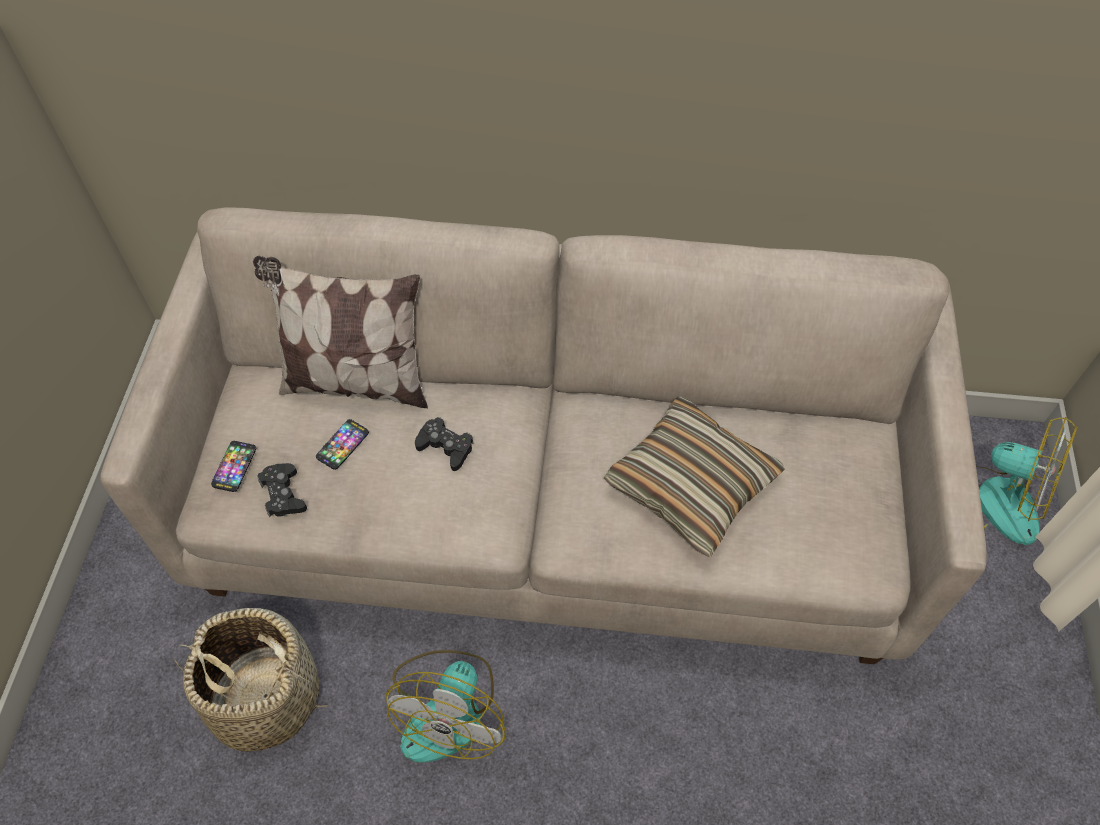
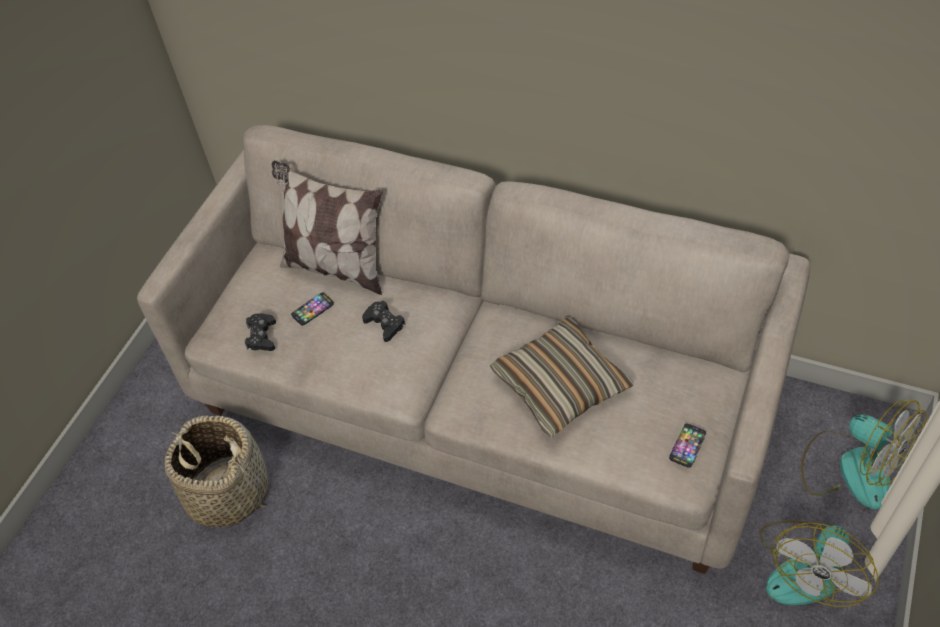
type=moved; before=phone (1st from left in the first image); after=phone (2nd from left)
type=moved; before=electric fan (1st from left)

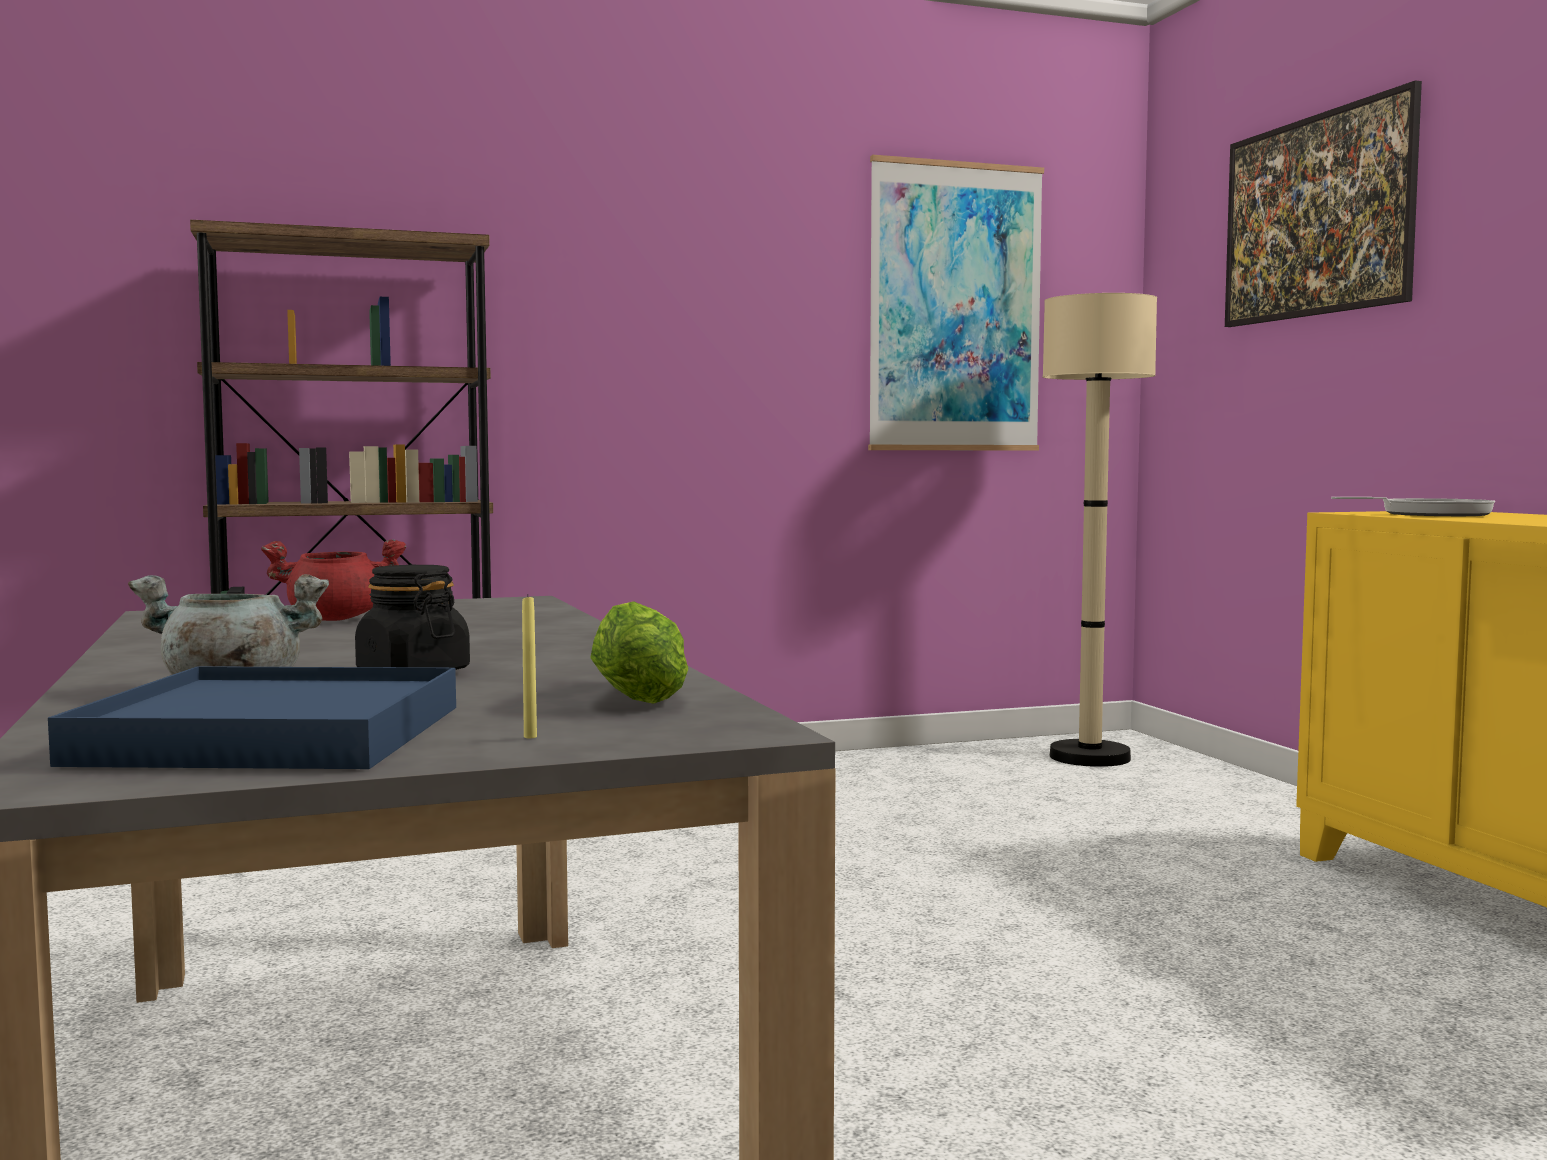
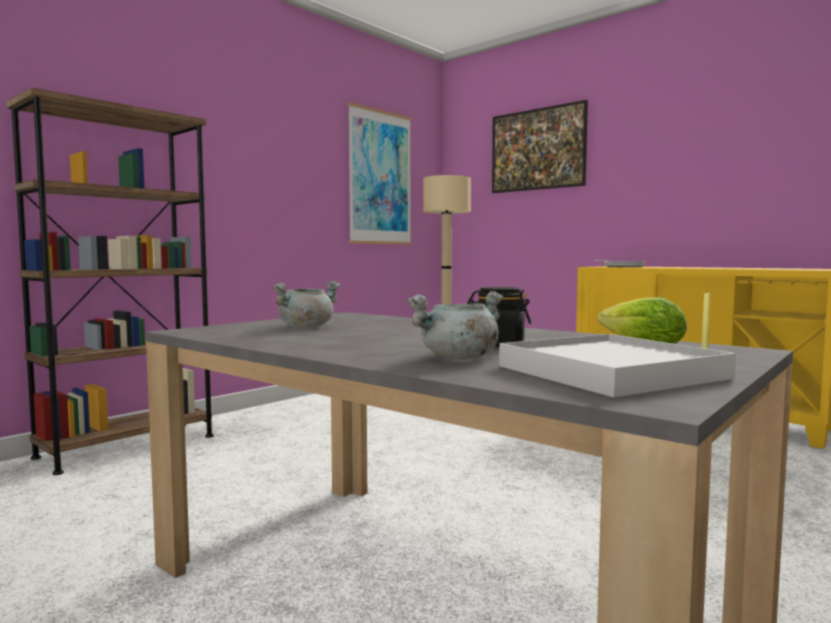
type=recoloured; before=saucepot/reddish; after=saucepot/gray (1st from left)
type=recoloured; before=serving tray/blue; after=serving tray/white-coloured

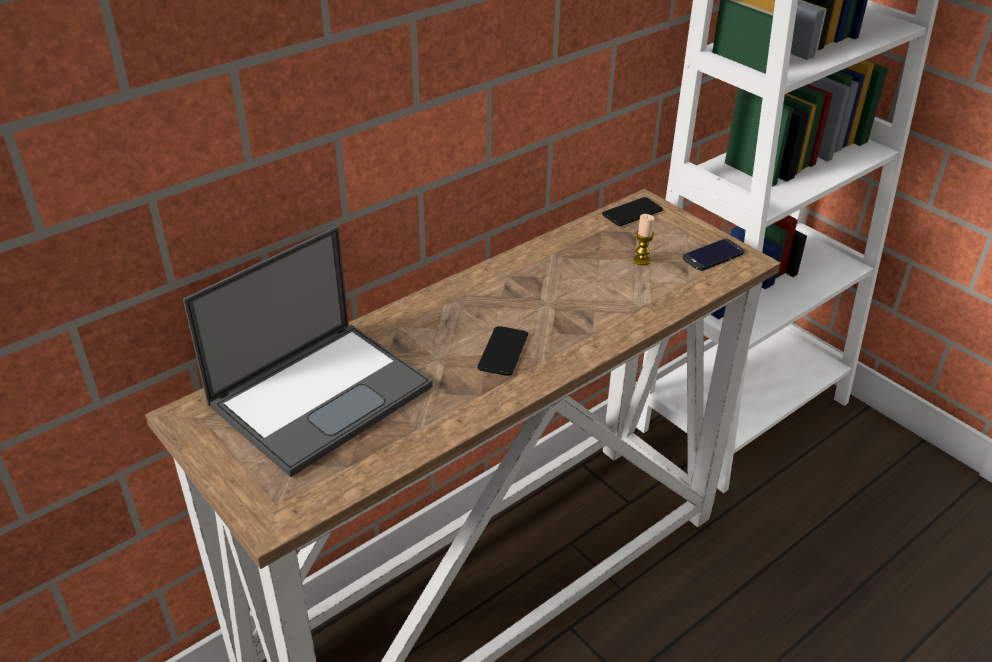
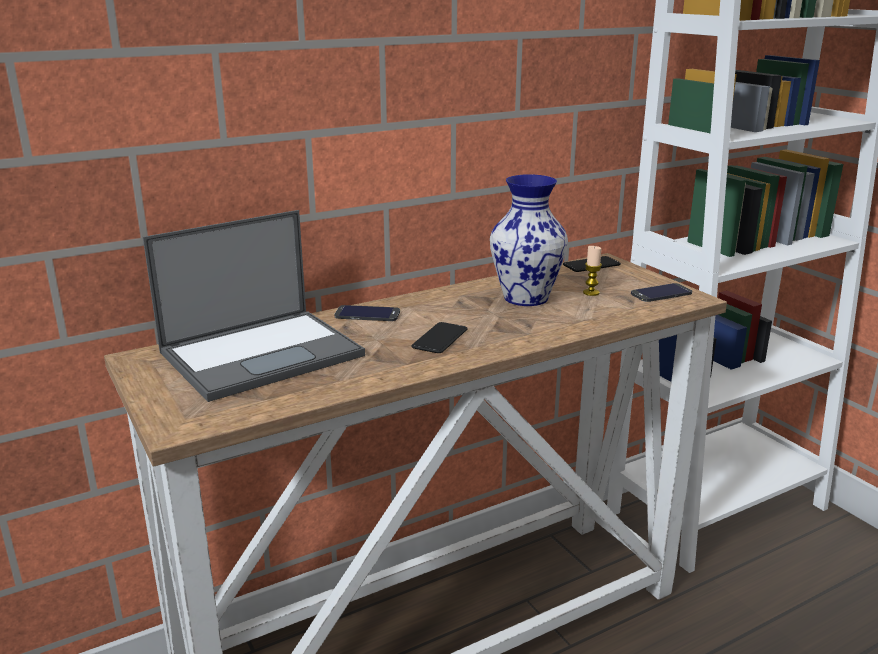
type=added; after=decorative vase
type=added; after=phone (1st from left)

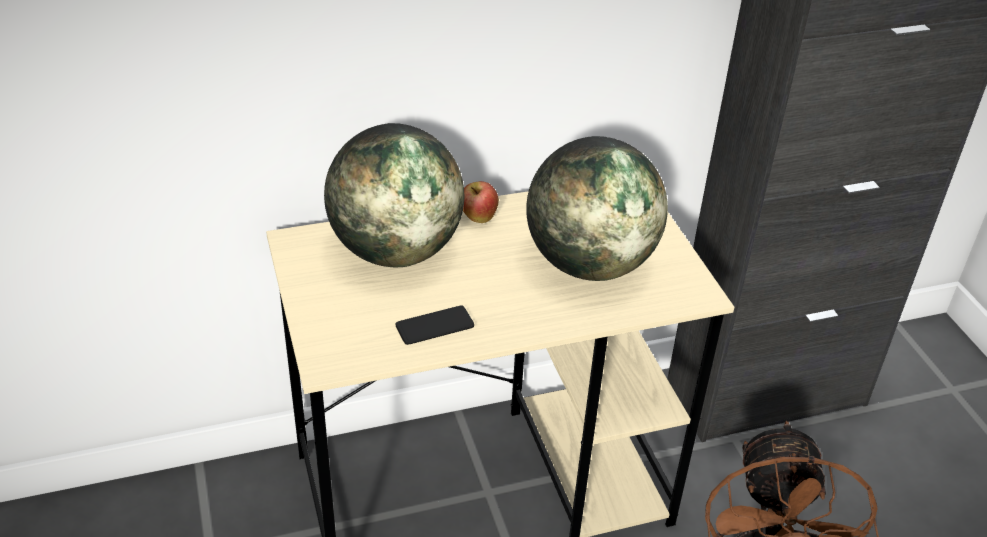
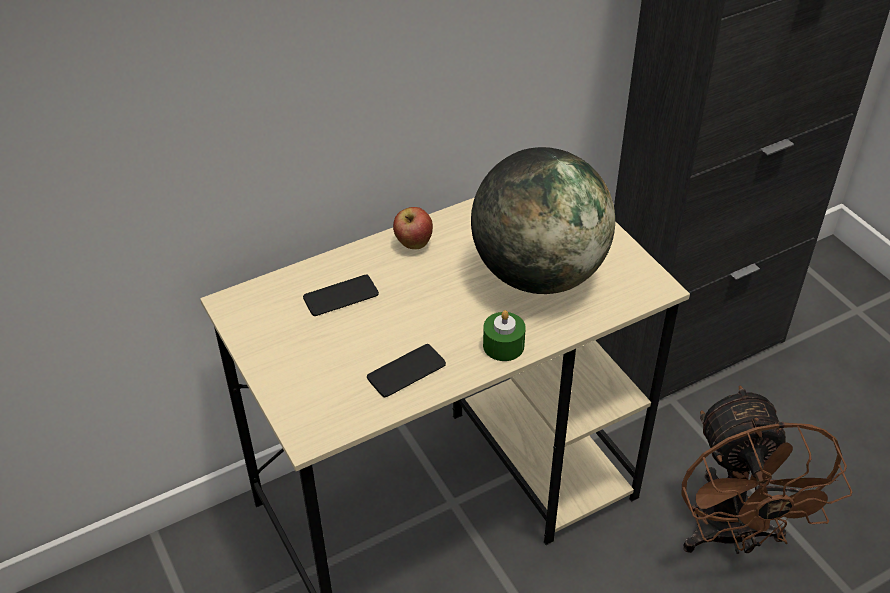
type=replaced; before=globe (1st from left); after=phone (1st from left)
type=added; after=wax light/green

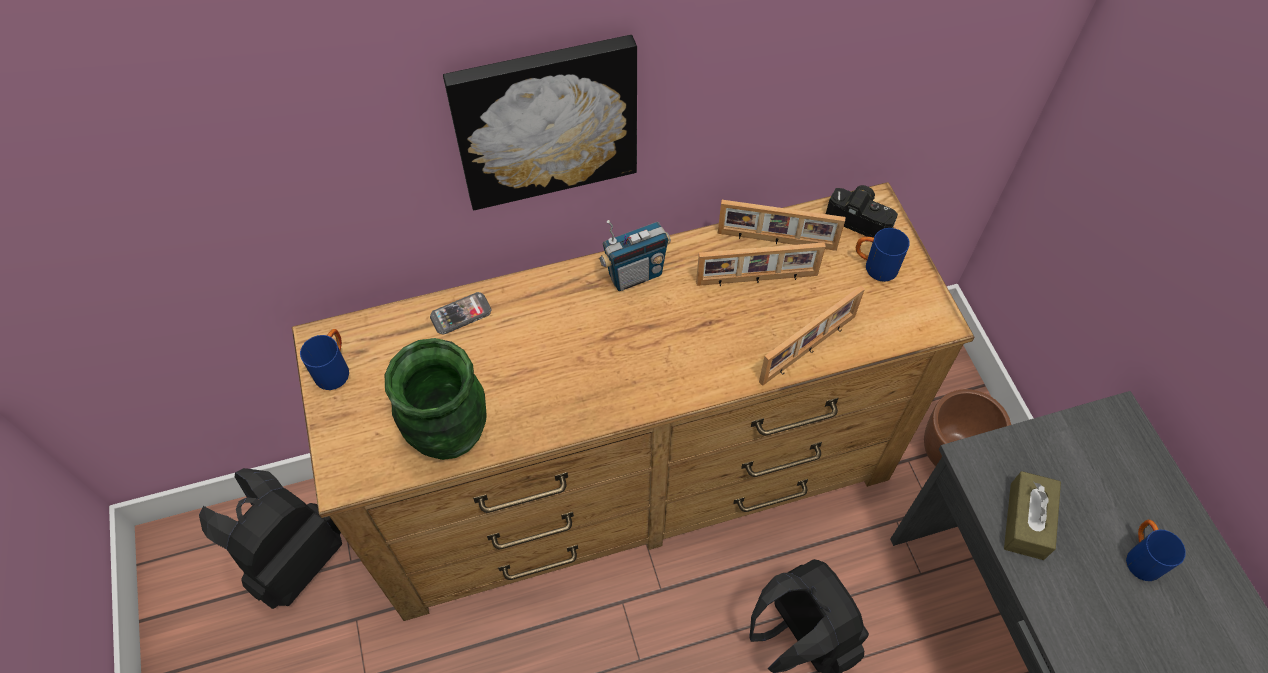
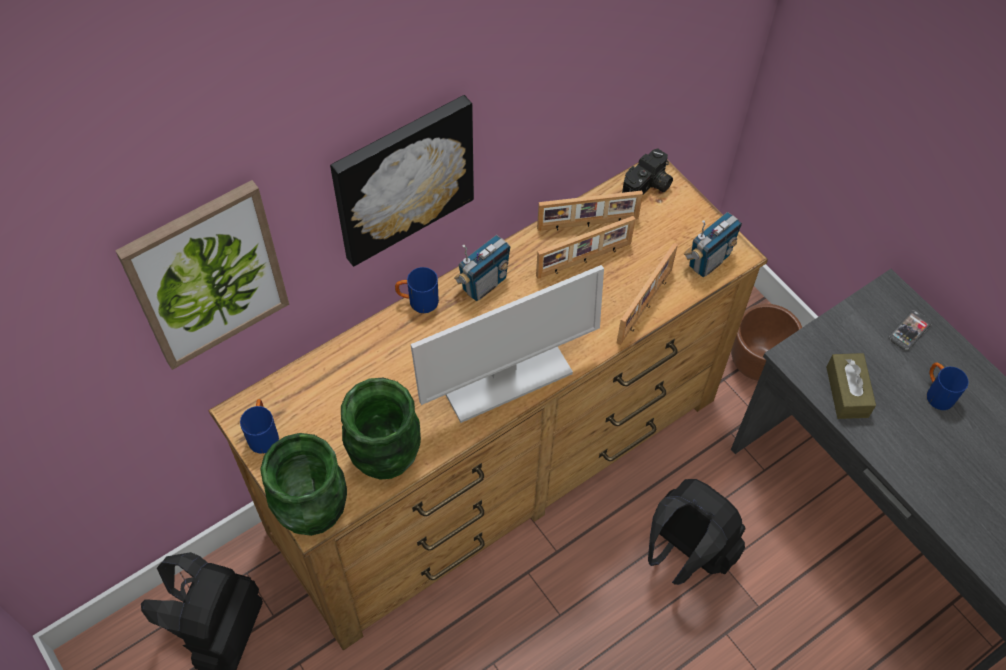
type=turned; before=still camera; turn=120
type=moved; before=tea mug/blue (2nd from left)
type=moved; before=phone
type=added; after=wall picture (1st from left)
type=added; after=radio receiver (2nd from left)
type=added; after=monitor
type=added; after=decorative vase/green (1st from left)

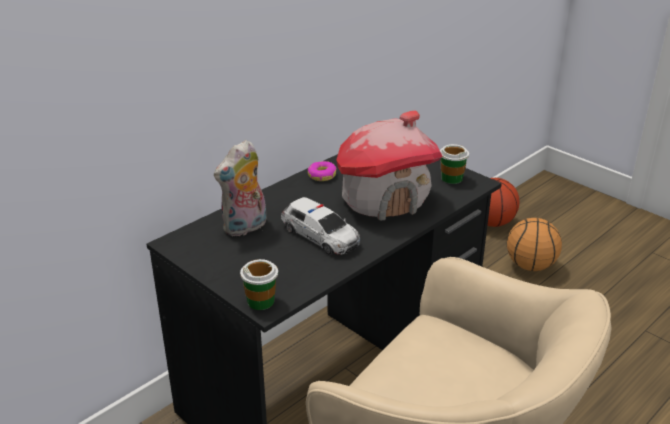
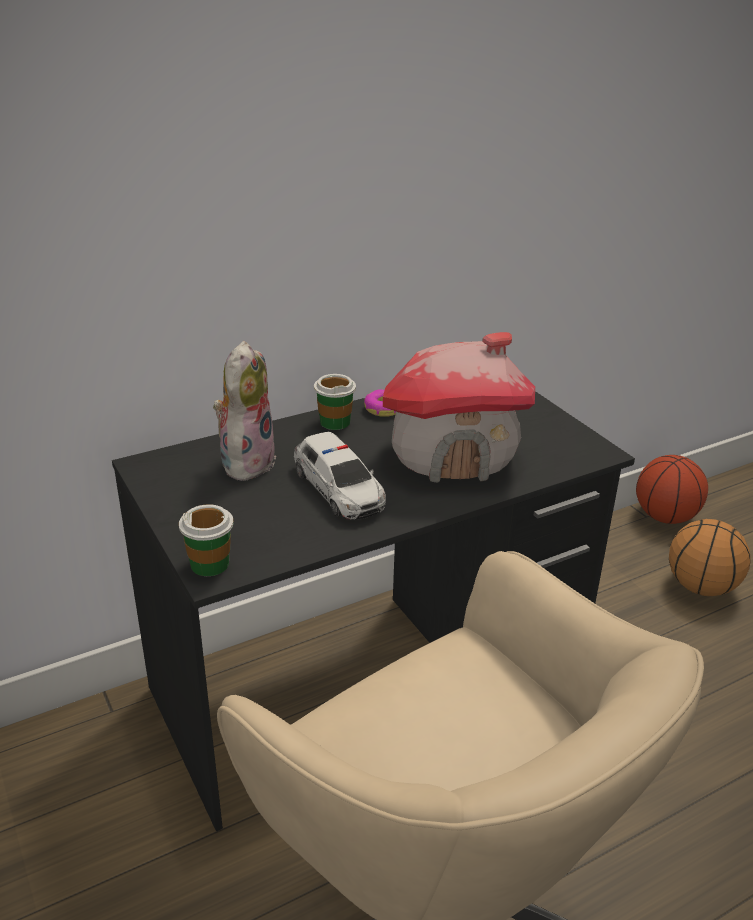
type=turned; before=cuddly toy; turn=135
type=moved; before=drinking cup (2nd from left)

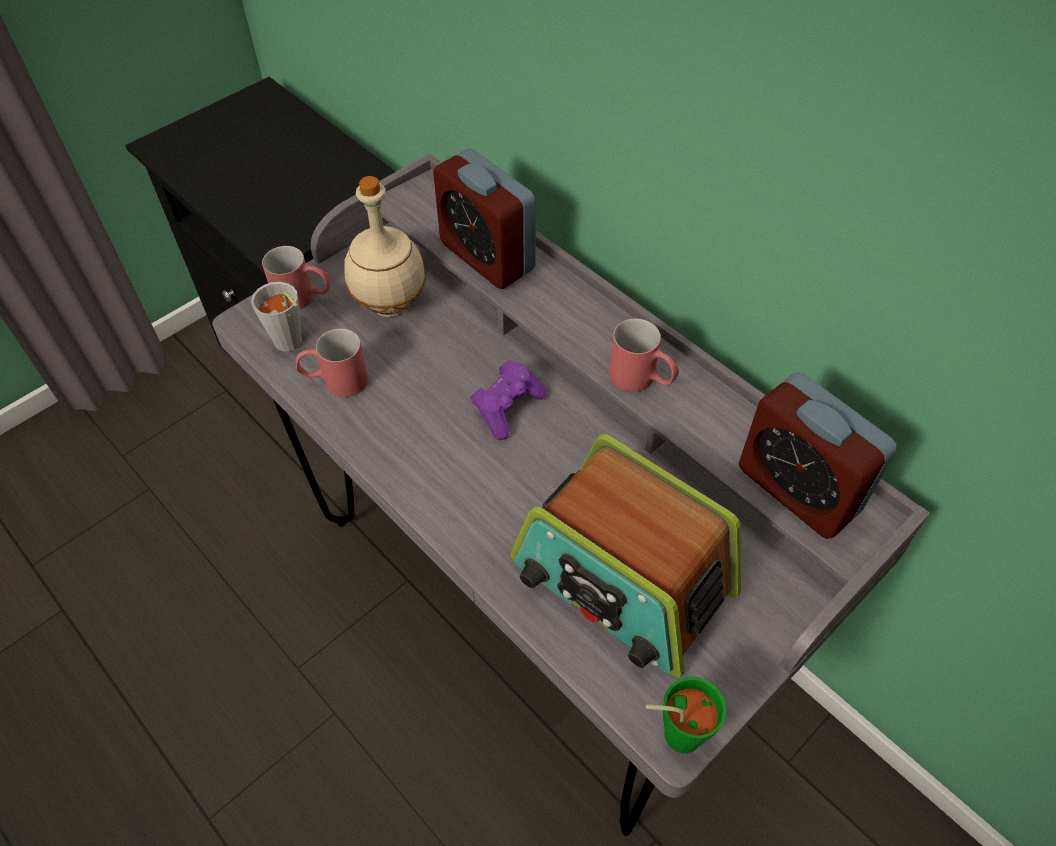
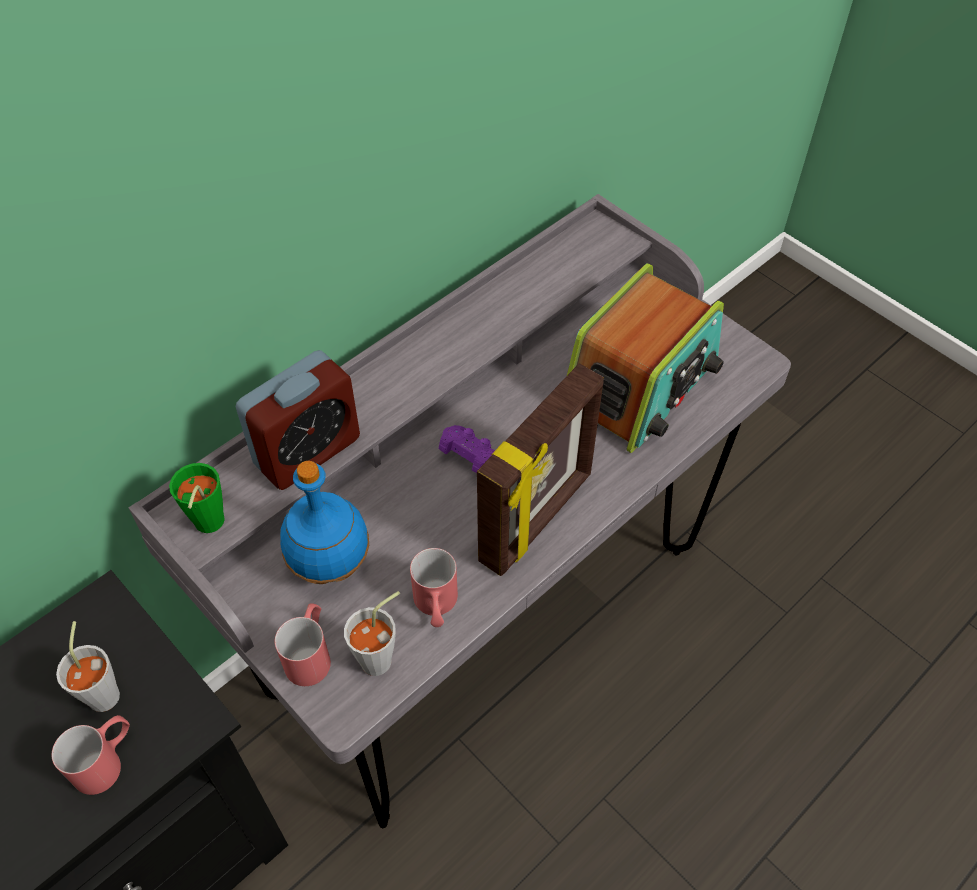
type=recoloured; before=bottle/beige; after=bottle/blue
type=moved; before=tea mug/reddish (3rd from left in the first image); after=tea mug/reddish (1st from left)
type=removed; before=alarm clock (2nd from left)
type=moved; before=drinking cup/green
type=added; after=photo frame
type=added; after=drinking cup/gray (1st from left)

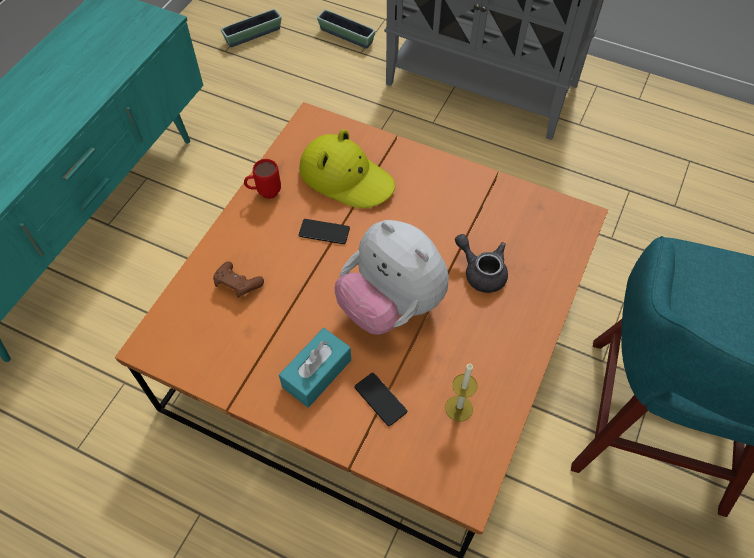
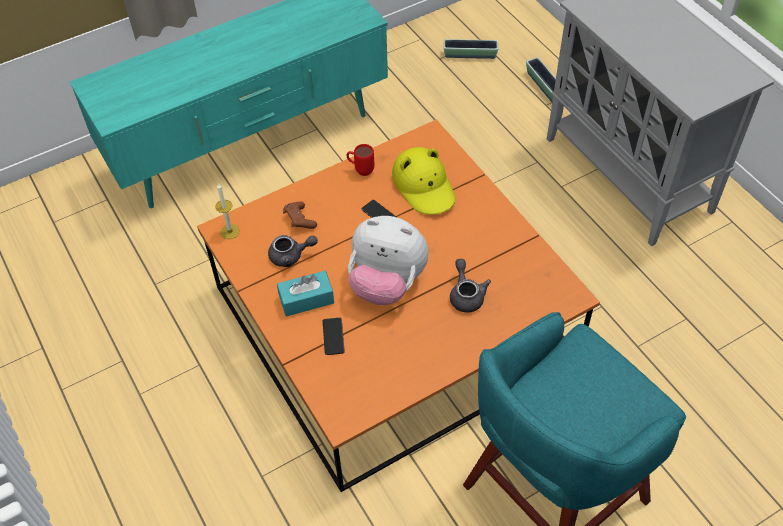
type=turned; before=cuddly toy; turn=-60
type=moved; before=wax light
type=added; after=teapot/gray (1st from left)

